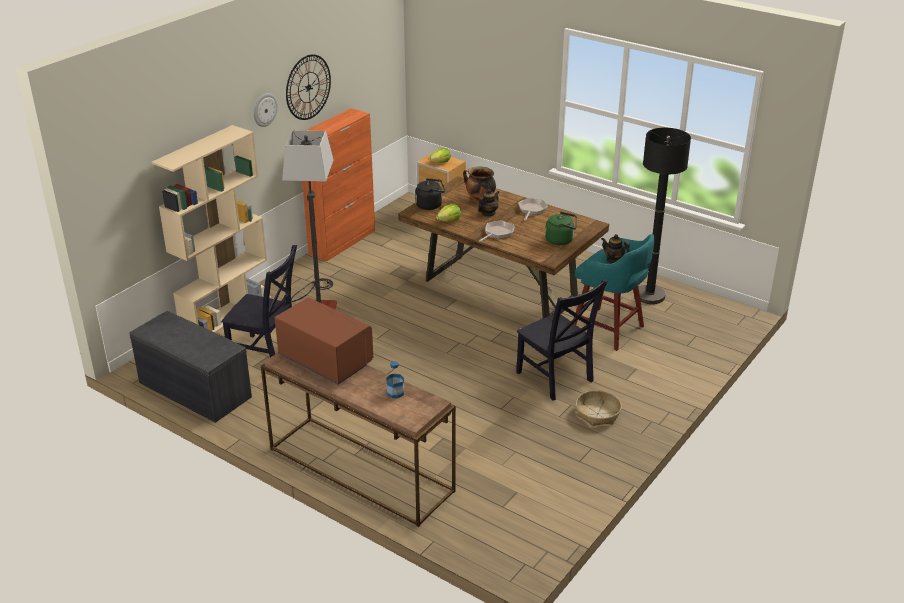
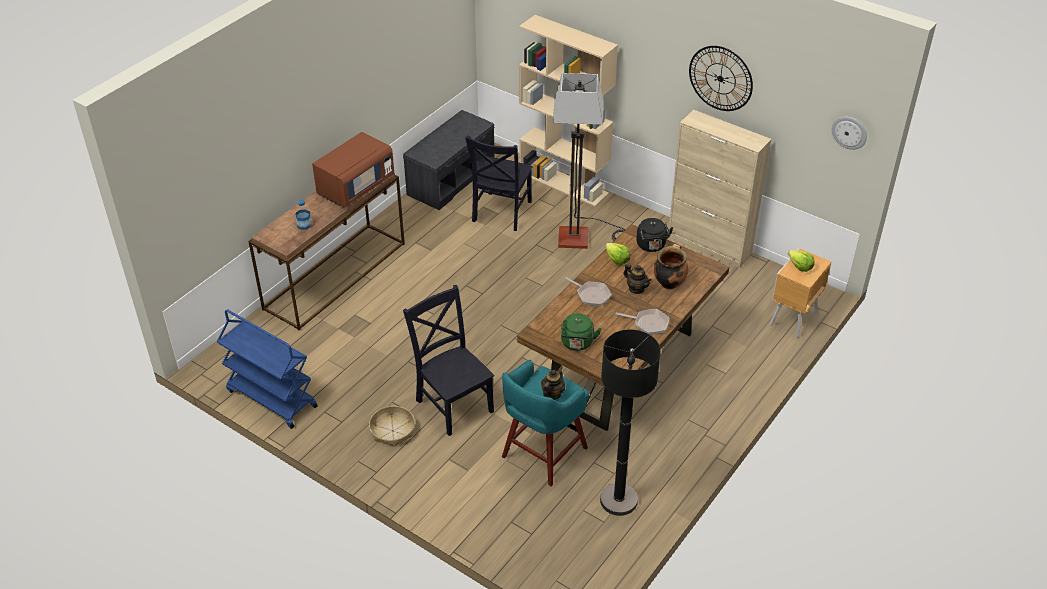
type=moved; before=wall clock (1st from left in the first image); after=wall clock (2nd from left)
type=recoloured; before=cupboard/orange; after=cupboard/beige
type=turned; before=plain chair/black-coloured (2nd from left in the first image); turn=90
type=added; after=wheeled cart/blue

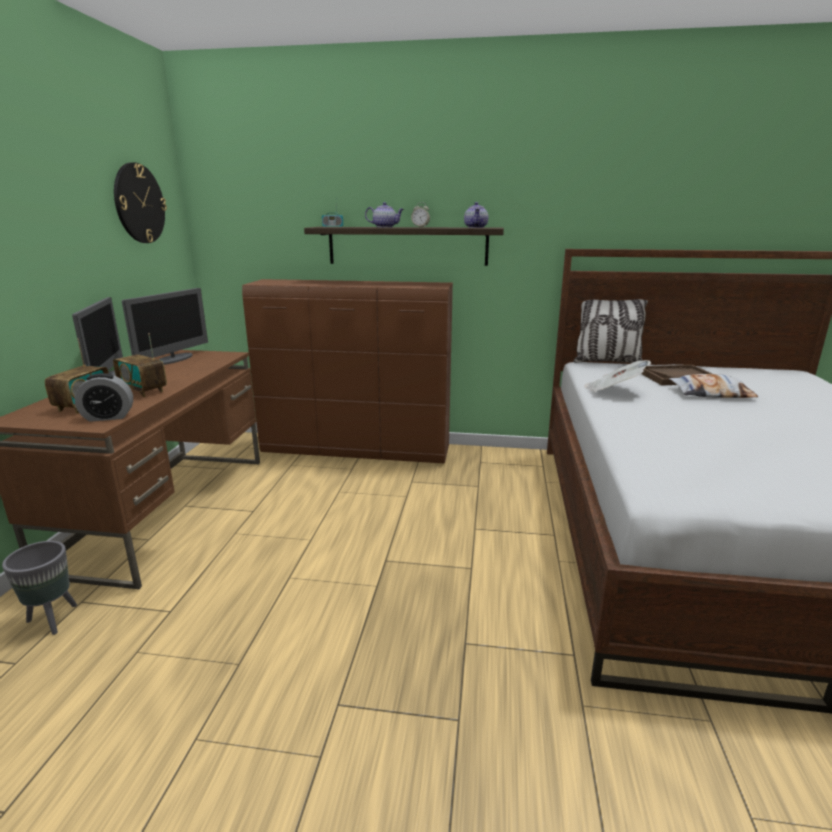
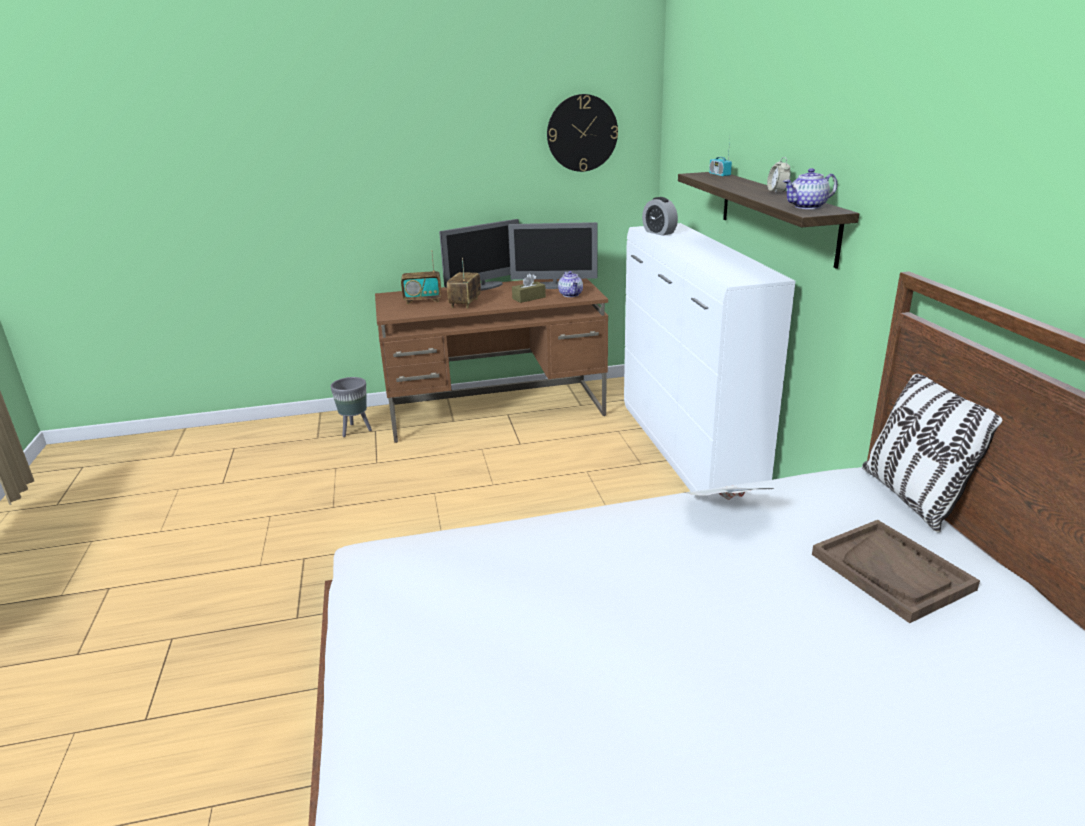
type=moved; before=teapot (1st from left)
type=recoloured; before=dresser/brownish; after=dresser/white-coloured
type=moved; before=alarm clock (1st from left)
type=removed; before=pillow (2nd from left)
type=added; after=tissue box/brownish

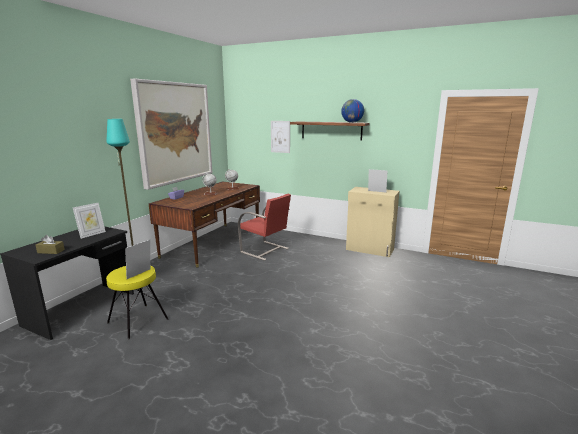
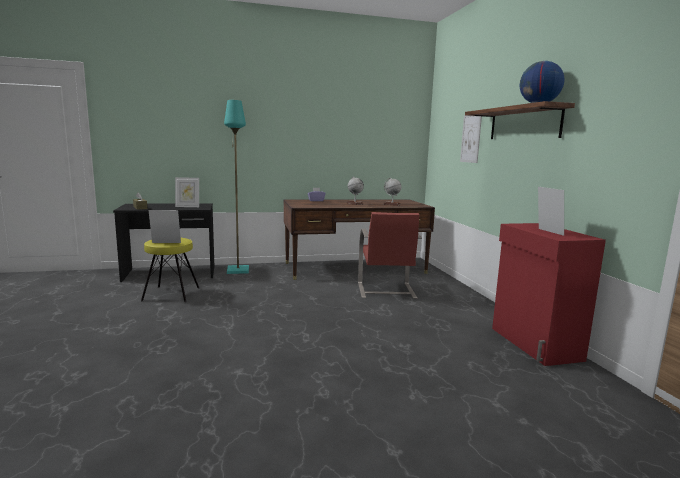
type=removed; before=wall picture (1st from left)
type=recoloured; before=cupboard/beige; after=cupboard/reddish

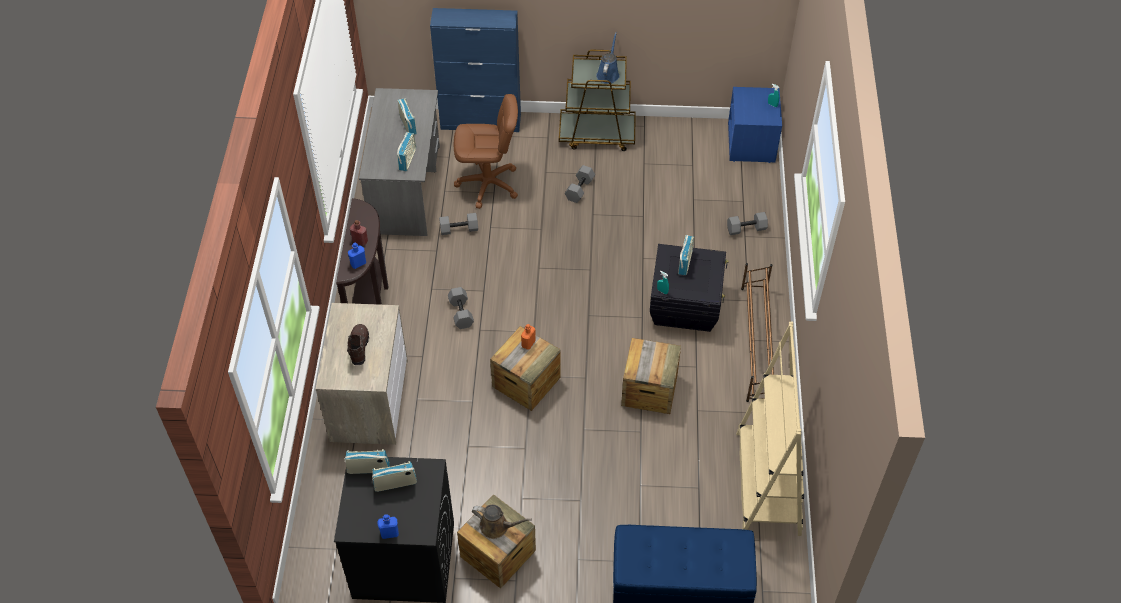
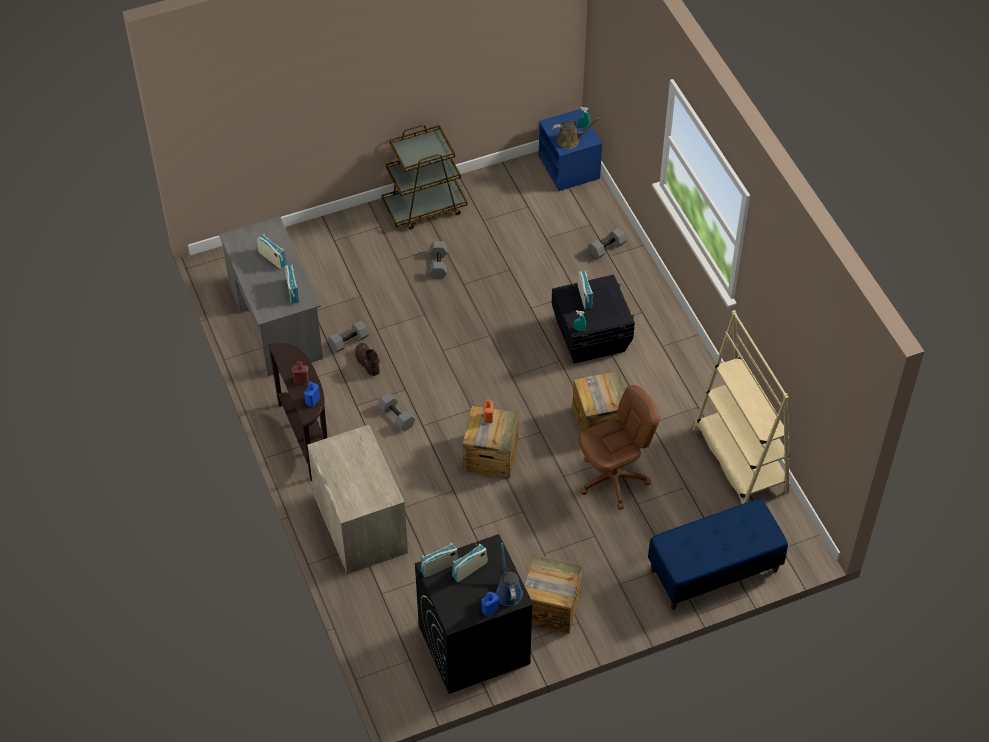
type=removed; before=cupboard/blue
type=moved; before=watering pot/blue
type=moved; before=computer chair/brownish
type=removed; before=shoe rack/brownish
type=moved; before=boot/brownish
type=moved; before=watering pot/brownish

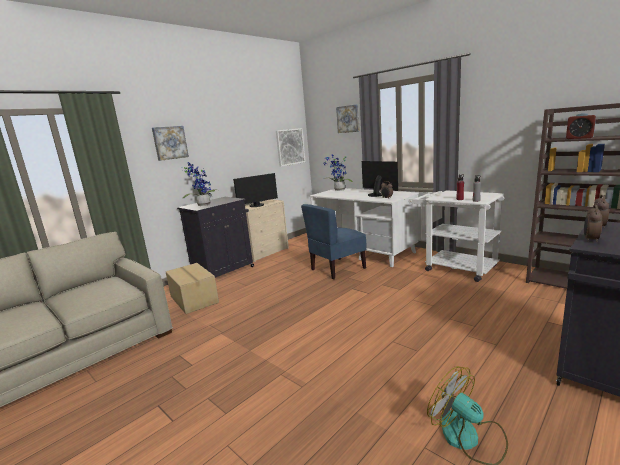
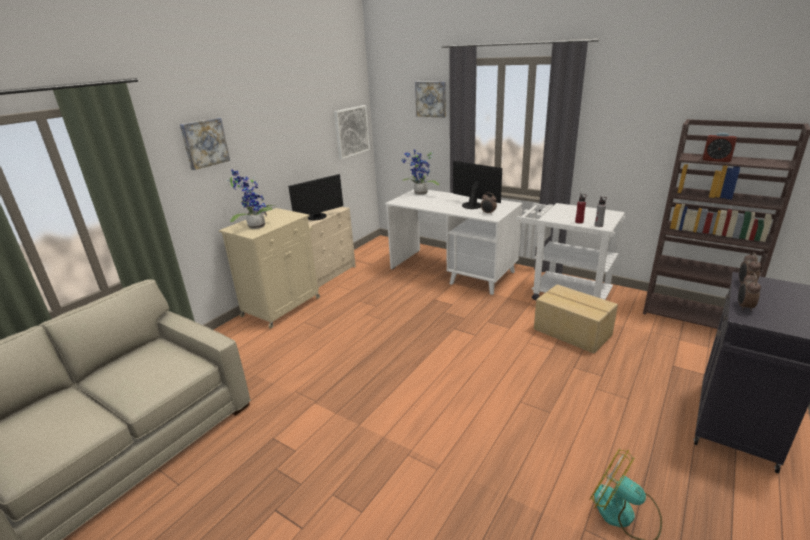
type=recoloured; before=cupboard/black-coloured (1st from left); after=cupboard/beige
type=removed; before=plain chair/blue
type=moved; before=cardboard box

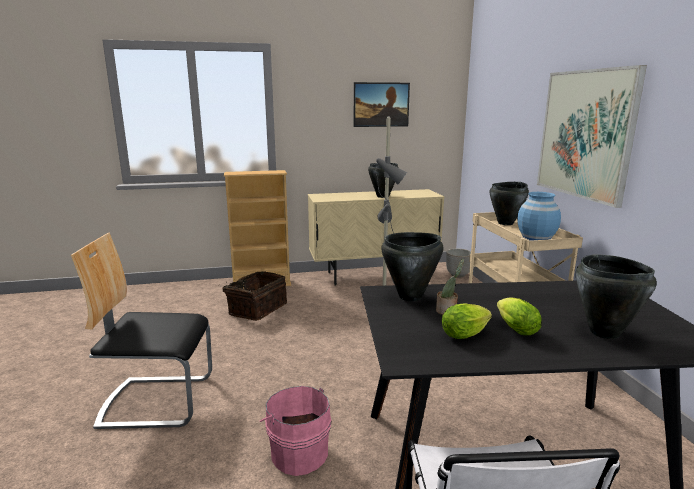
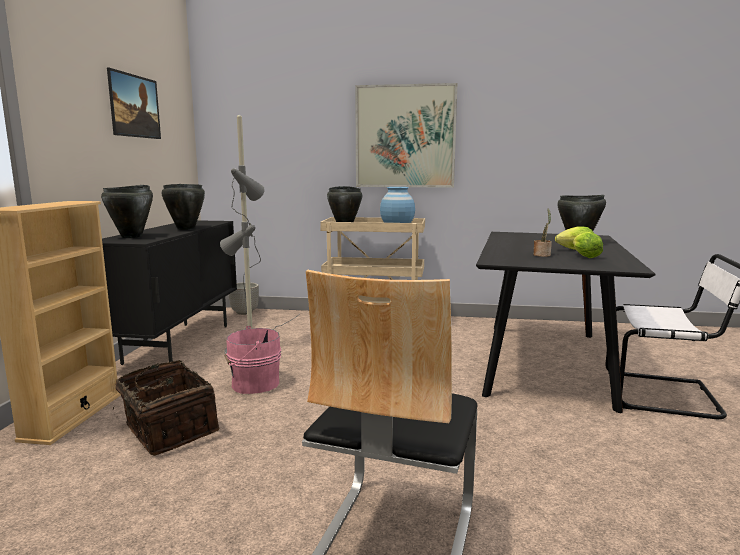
type=recoloured; before=cupboard/beige; after=cupboard/black-coloured
type=moved; before=saucepot/black-coloured (2nd from left in the first image); after=saucepot/black-coloured (1st from left)
type=moved; before=bucket/pinkish

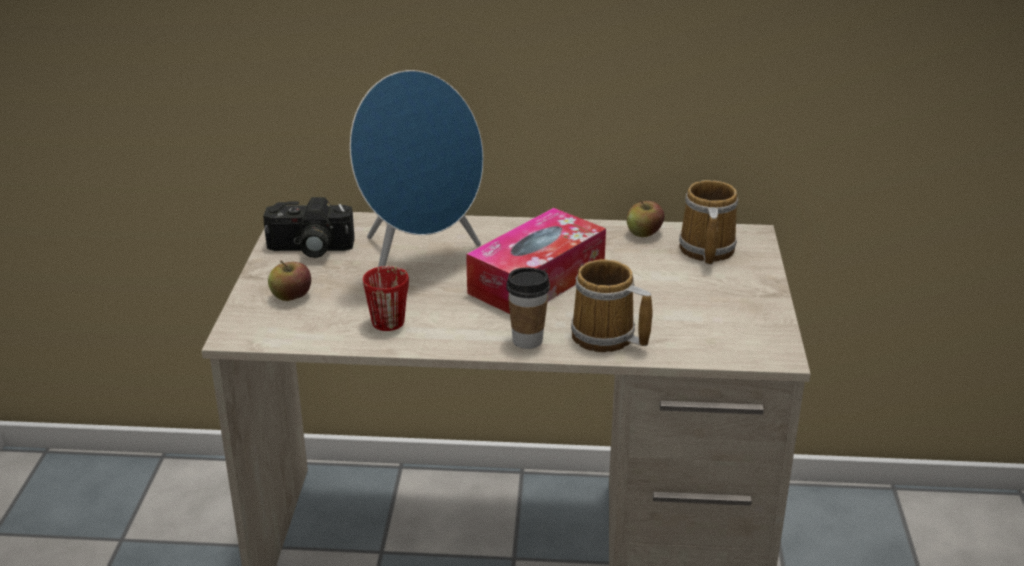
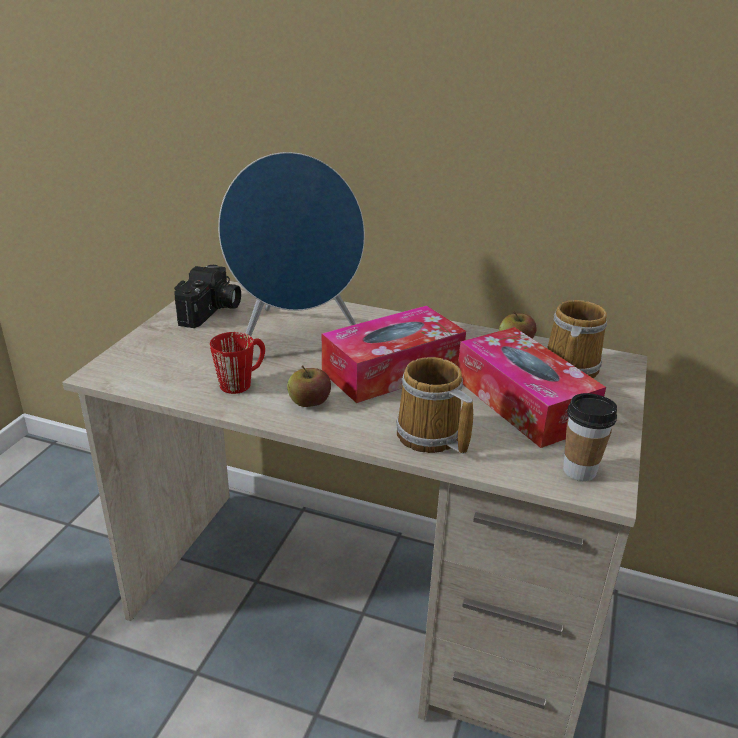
type=turned; before=still camera; turn=-90
type=moved; before=apple fruit (1st from left)
type=moved; before=drinking cup
type=added; after=tissue box (2nd from left)

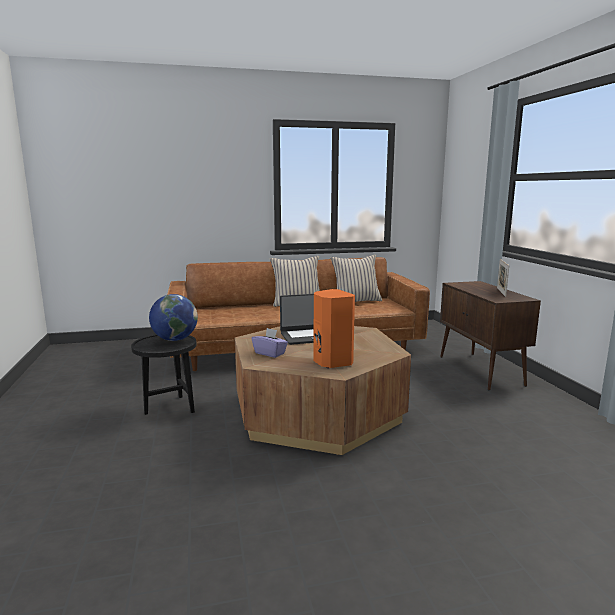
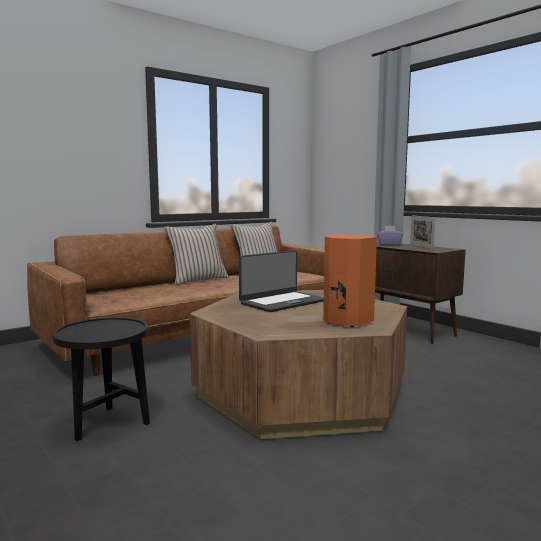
type=removed; before=globe
type=moved; before=tissue box/purple-coloured

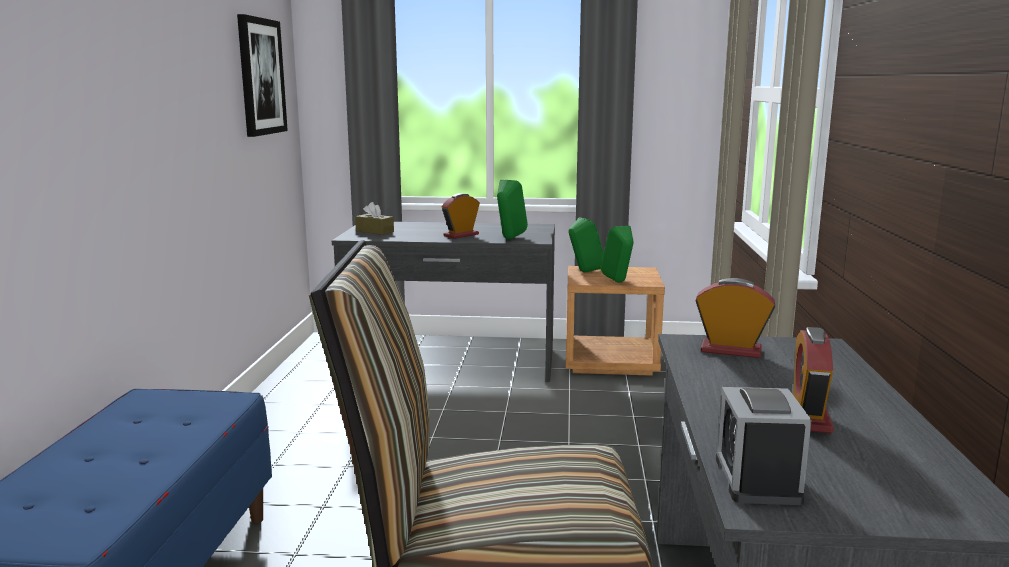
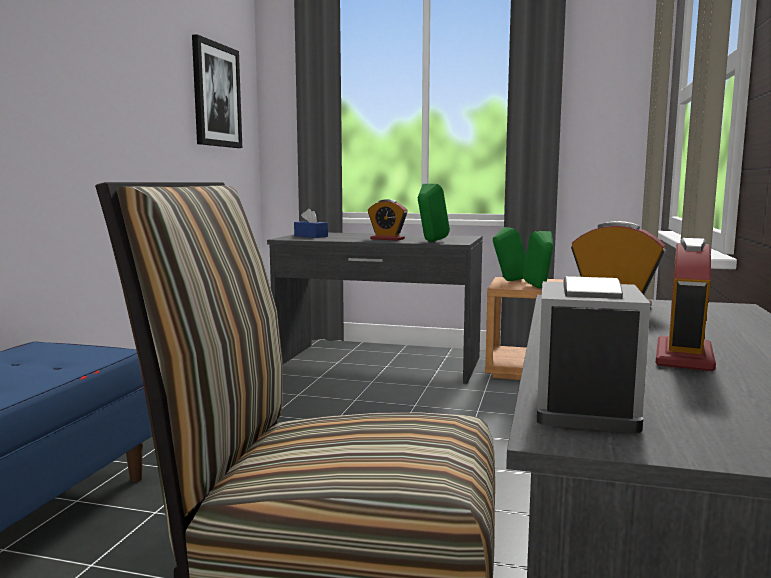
type=turned; before=alarm clock (1st from left); turn=-120
type=recoloured; before=tissue box/brownish; after=tissue box/blue

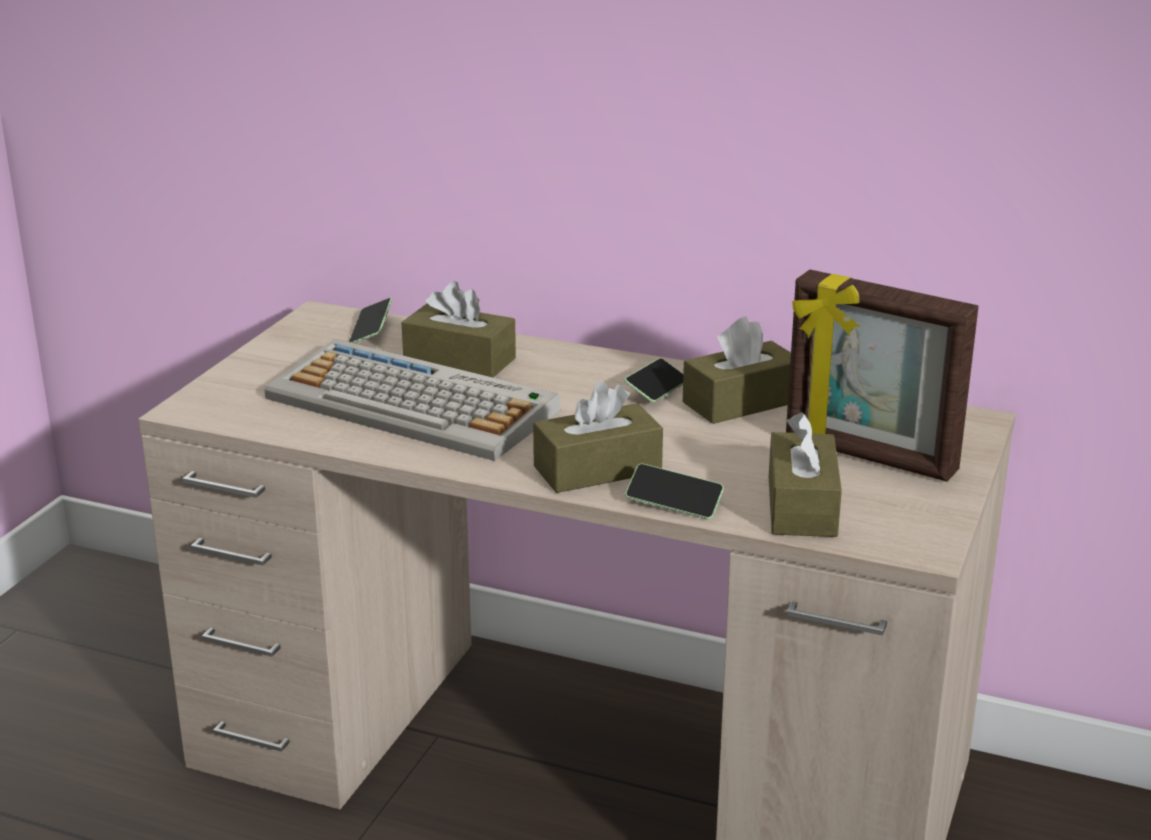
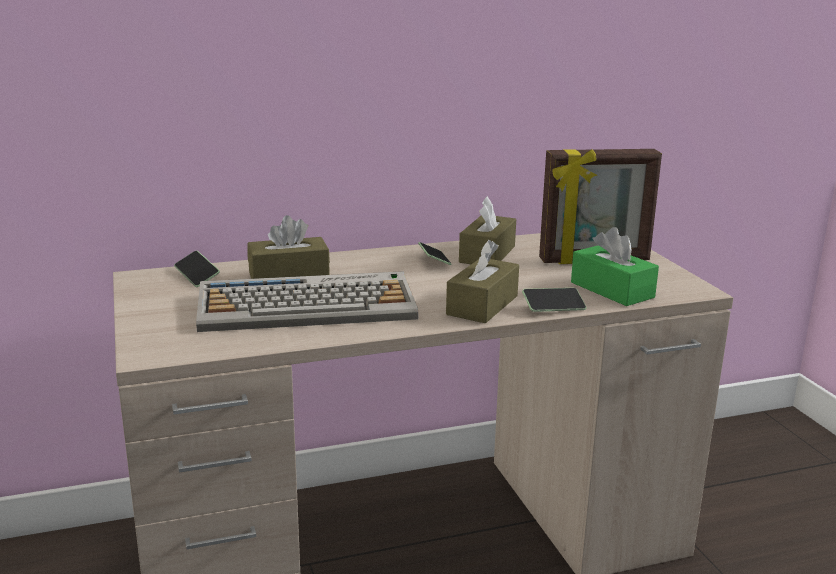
type=recoloured; before=tissue box/brownish (4th from left); after=tissue box/green

